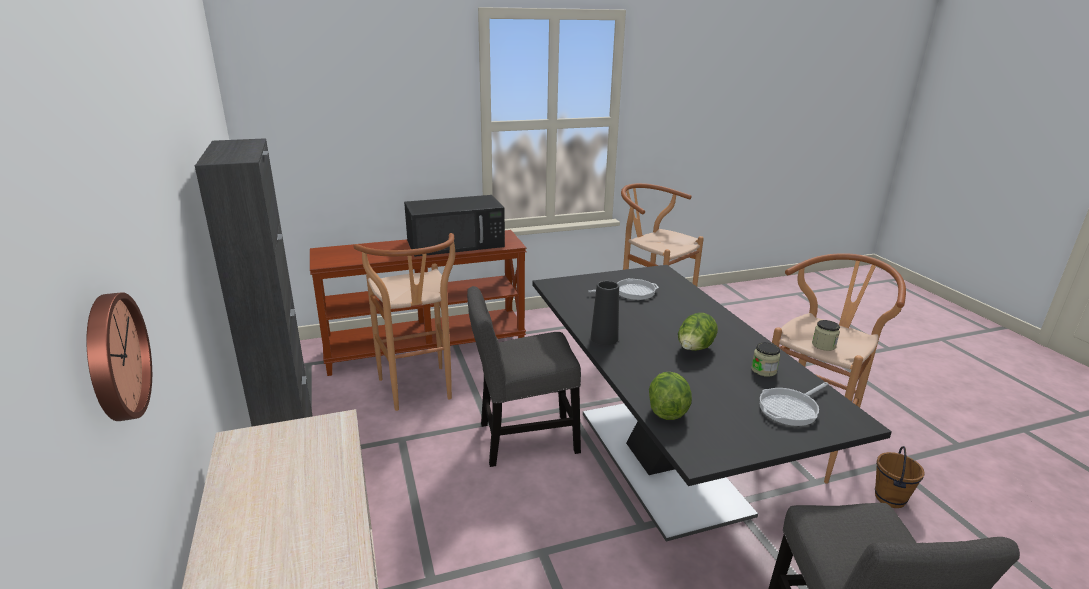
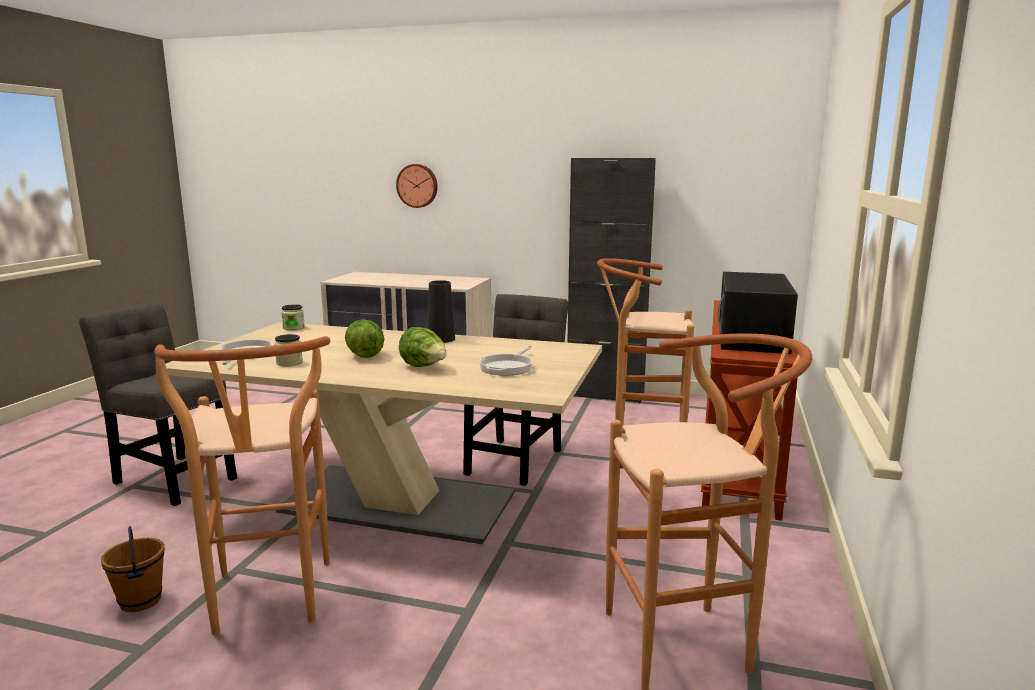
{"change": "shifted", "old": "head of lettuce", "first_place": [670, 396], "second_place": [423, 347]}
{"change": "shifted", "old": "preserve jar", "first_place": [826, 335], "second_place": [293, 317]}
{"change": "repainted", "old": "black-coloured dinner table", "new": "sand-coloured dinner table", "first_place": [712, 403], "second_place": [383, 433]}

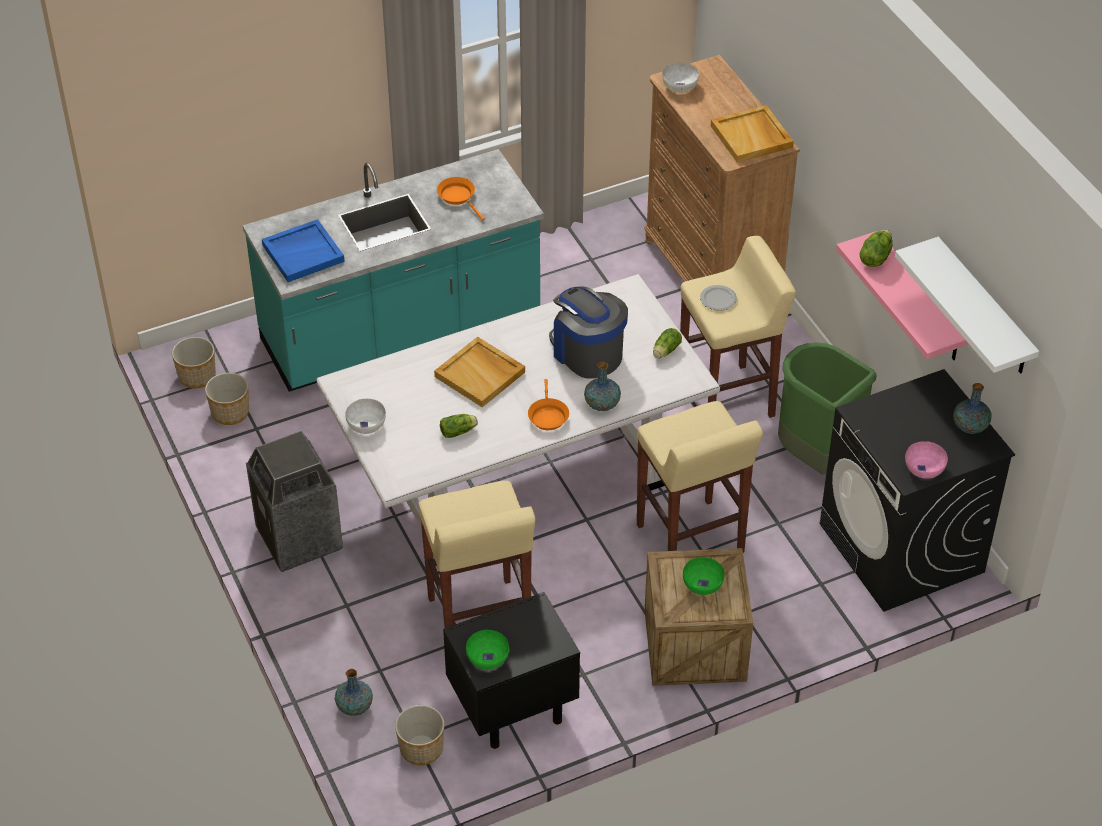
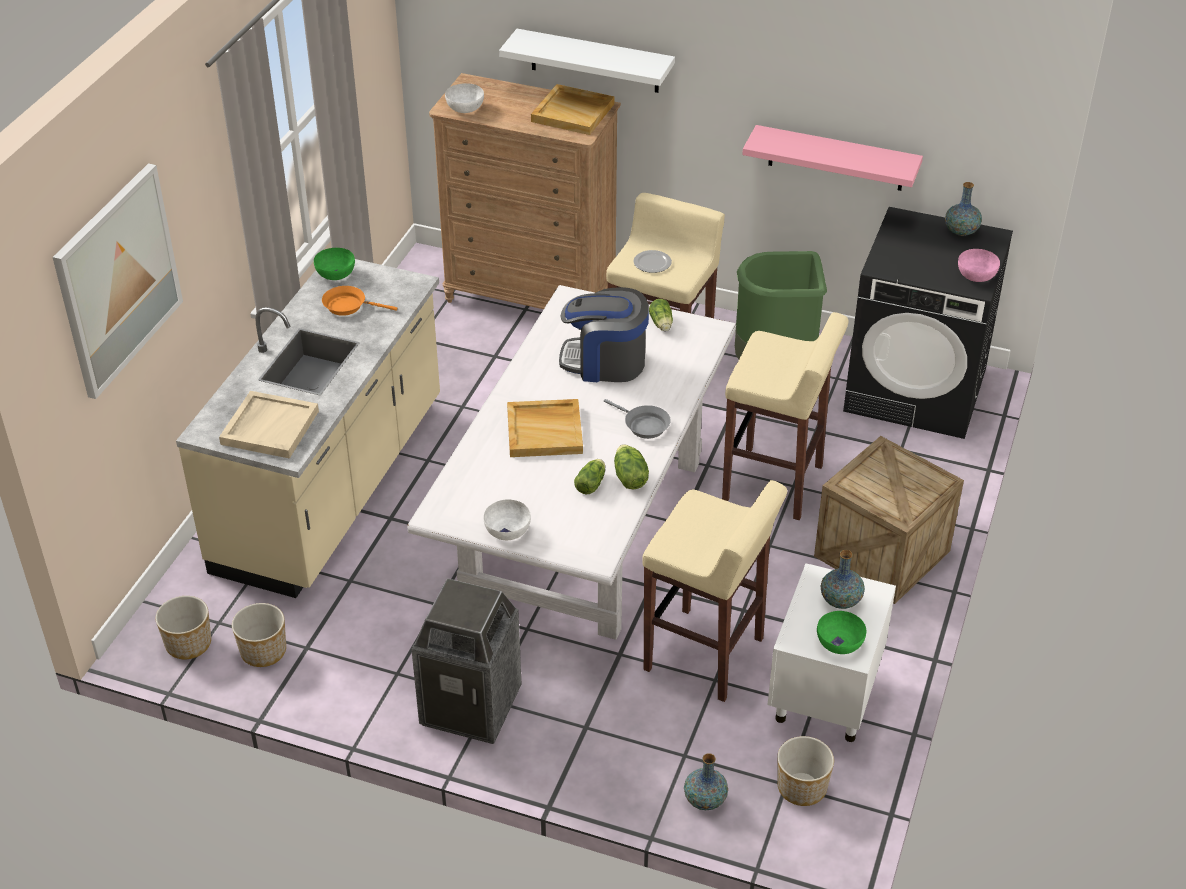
{"change": "new", "new": "wall art", "second_place": [118, 281]}
{"change": "shifted", "old": "decorative vase", "first_place": [602, 386], "second_place": [843, 579]}
{"change": "shifted", "old": "green serving bowl", "first_place": [703, 576], "second_place": [334, 264]}
{"change": "shifted", "old": "head of lettuce", "first_place": [876, 248], "second_place": [631, 467]}
{"change": "shifted", "old": "white shelf", "first_place": [967, 305], "second_place": [587, 61]}
{"change": "repainted", "old": "blue-green counter", "new": "sand-coloured counter", "first_place": [393, 270], "second_place": [308, 428]}
{"change": "repainted", "old": "blue-coloured serving tray", "new": "sand-coloured serving tray", "first_place": [303, 250], "second_place": [269, 425]}
{"change": "repainted", "old": "black-coloured bedside table", "new": "white bedside table", "first_place": [511, 670], "second_place": [832, 652]}
{"change": "repainted", "old": "orange frying pan", "new": "greyish frying pan", "first_place": [548, 404], "second_place": [637, 419]}

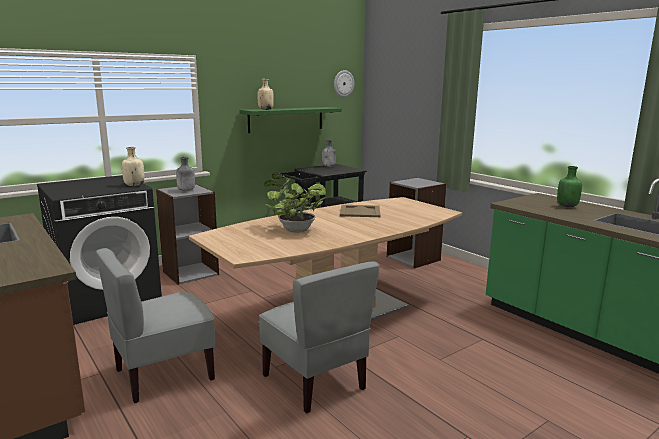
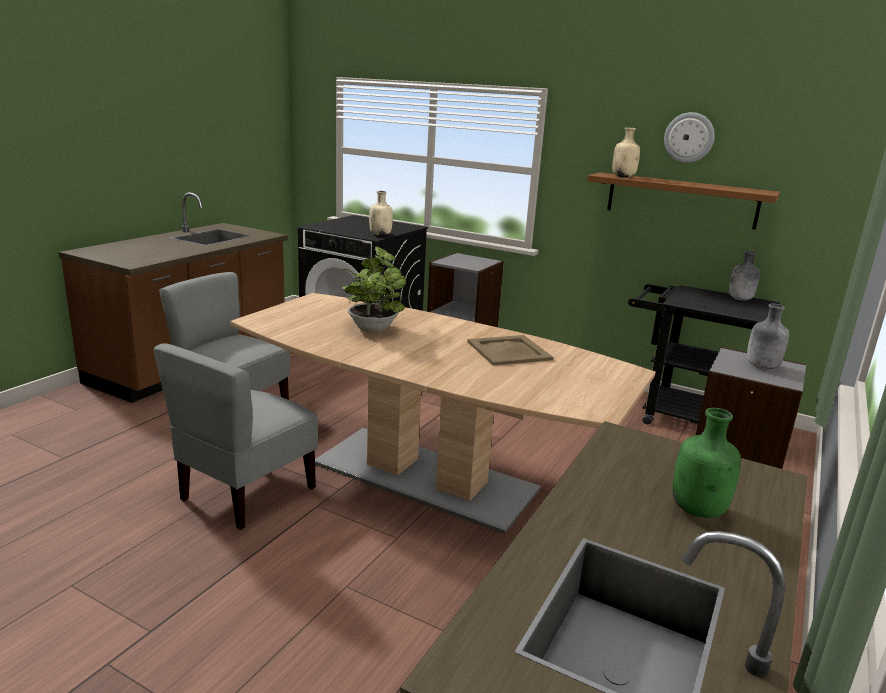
{"change": "shifted", "old": "greyish beverage bottle", "first_place": [185, 174], "second_place": [768, 336]}
{"change": "shifted", "old": "hanging clock", "first_place": [344, 83], "second_place": [689, 137]}
{"change": "repainted", "old": "green shelf", "new": "brown-coloured shelf", "first_place": [291, 120], "second_place": [683, 201]}

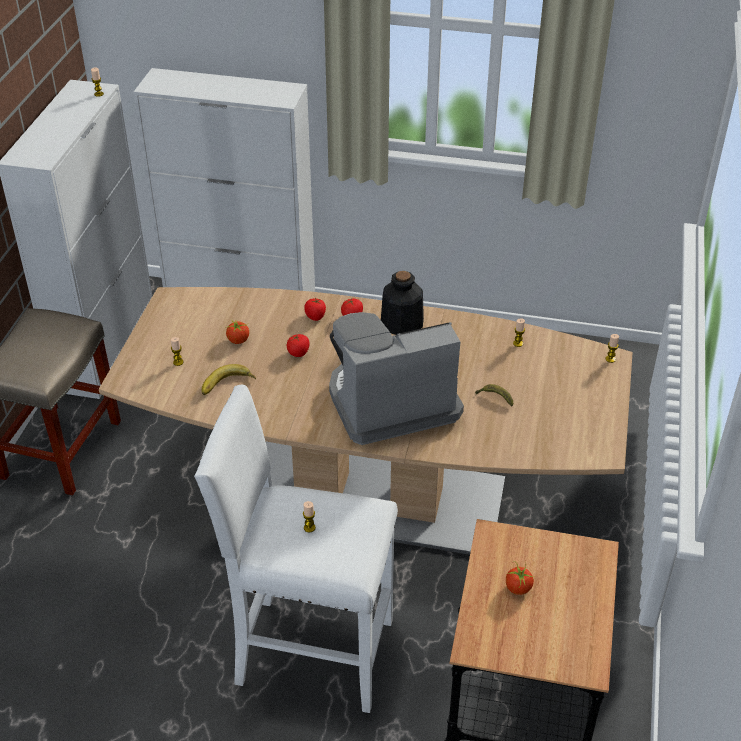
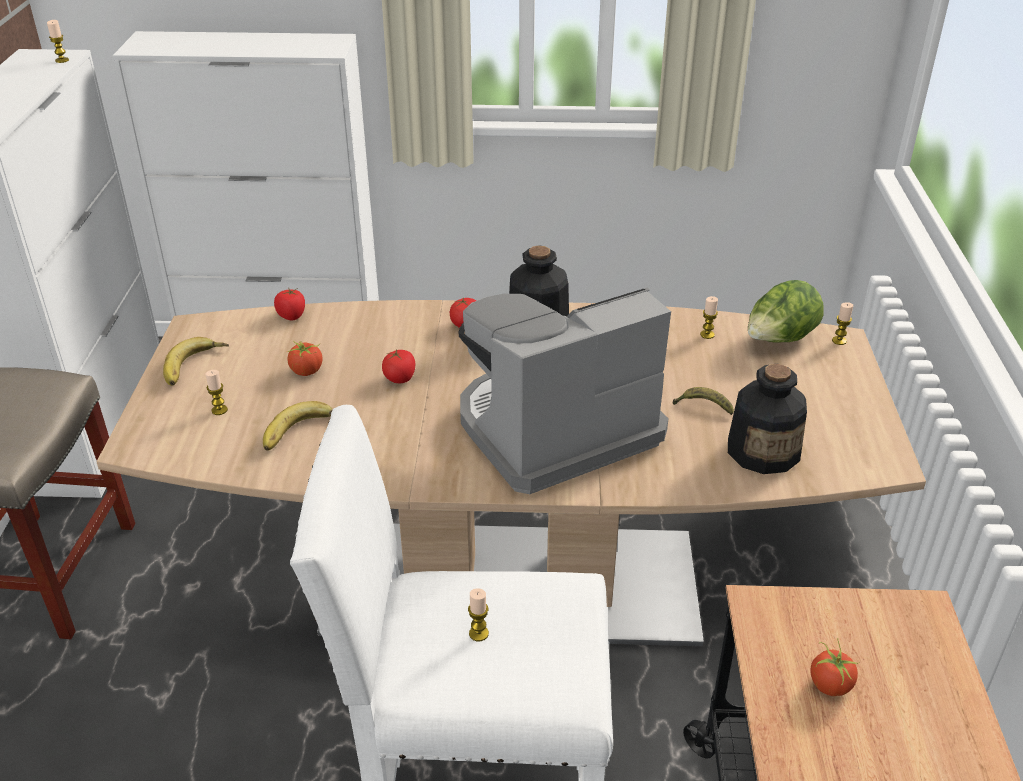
{"change": "new", "new": "banana", "second_place": [196, 361]}
{"change": "new", "new": "beverage bottle", "second_place": [767, 419]}
{"change": "new", "new": "head of lettuce", "second_place": [786, 311]}
{"change": "shifted", "old": "whole tomato", "first_place": [315, 309], "second_place": [289, 304]}

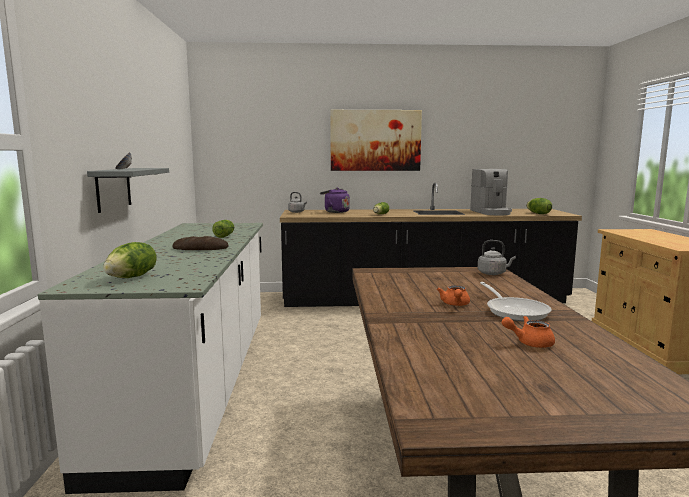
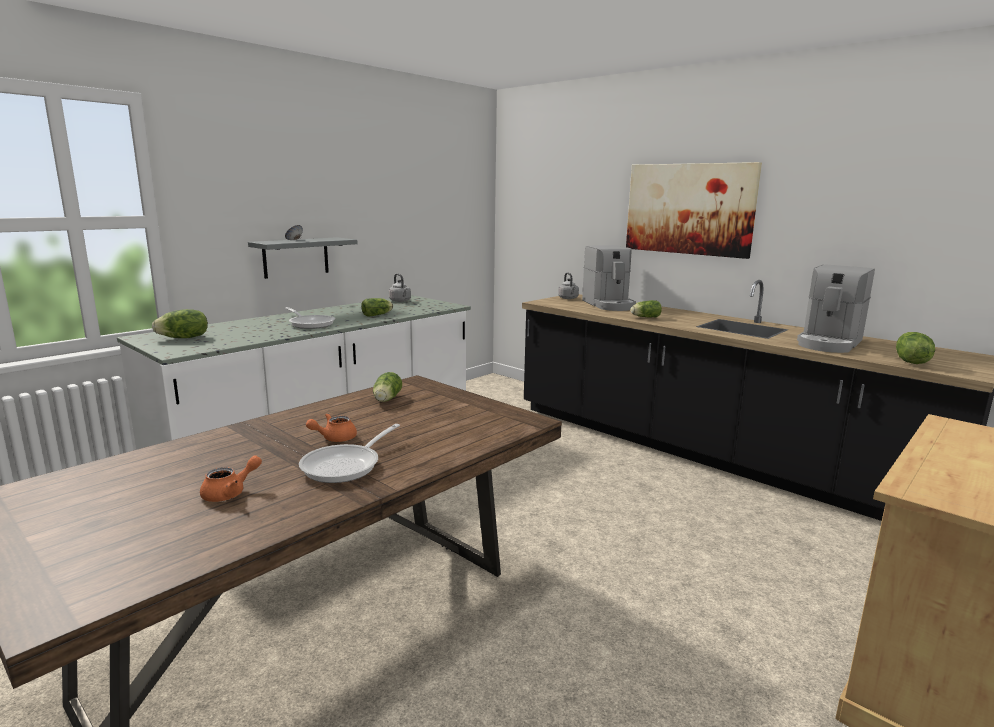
{"change": "new", "new": "head of lettuce", "second_place": [387, 387]}
{"change": "shifted", "old": "greyish kettle", "first_place": [497, 257], "second_place": [400, 287]}
{"change": "swapped", "old": "bread", "new": "frying pan", "first_place": [200, 243], "second_place": [310, 318]}
{"change": "swapped", "old": "purple-coloured kettle", "new": "coffee machine", "first_place": [335, 200], "second_place": [609, 278]}
{"change": "rotated", "old": "orange pot for tea", "first_place": [528, 332], "second_place": [231, 479], "degrees": 90}

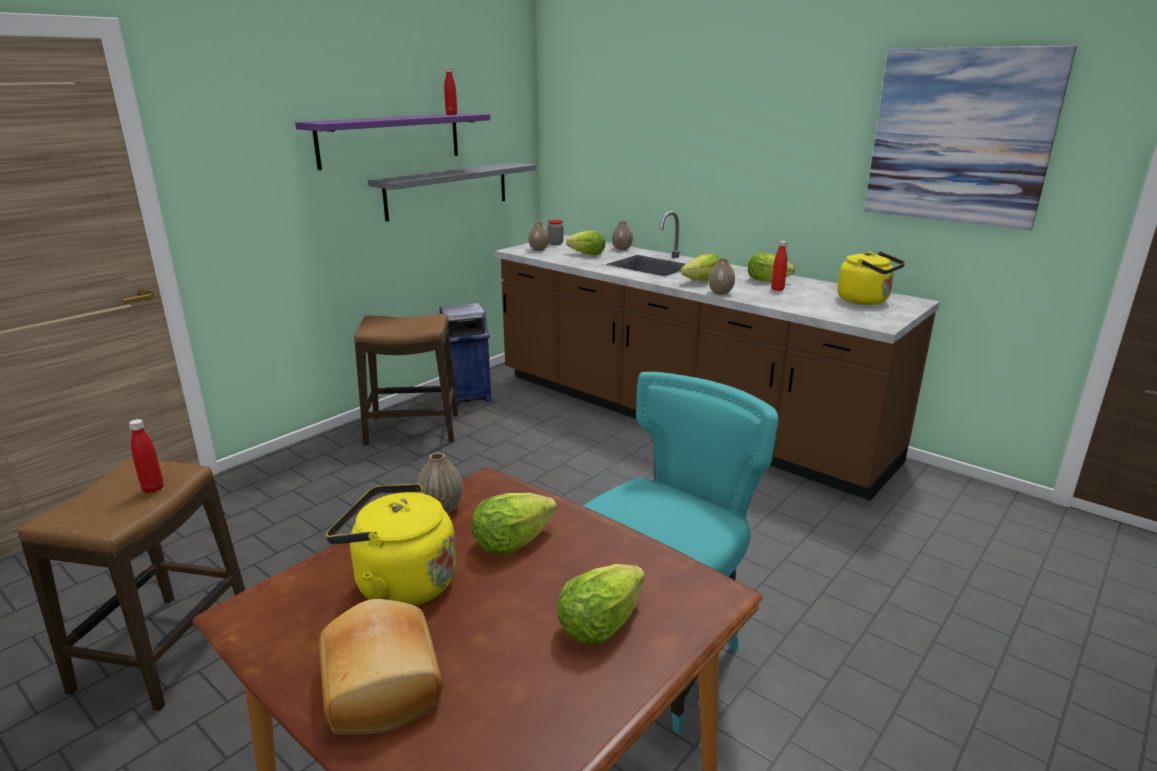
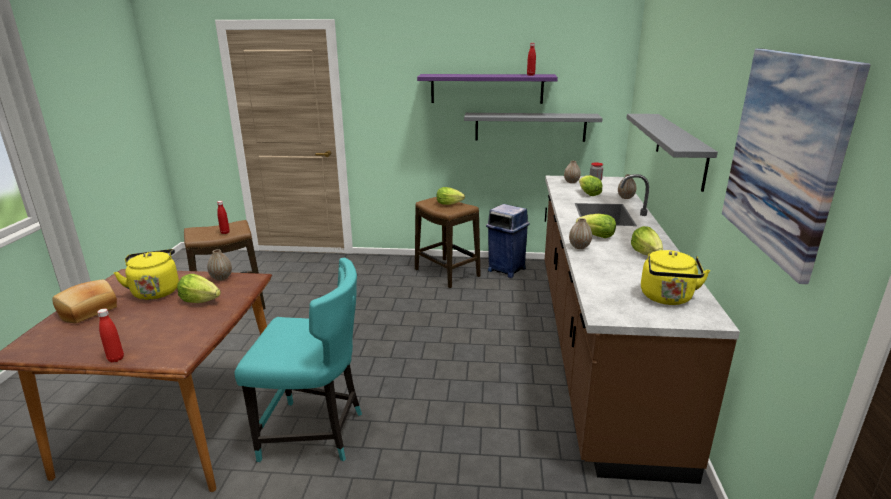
{"change": "new", "new": "greyish shelf", "second_place": [672, 153]}
{"change": "shifted", "old": "head of lettuce", "first_place": [601, 604], "second_place": [451, 196]}
{"change": "shifted", "old": "reddish beverage bottle", "first_place": [779, 266], "second_place": [110, 335]}

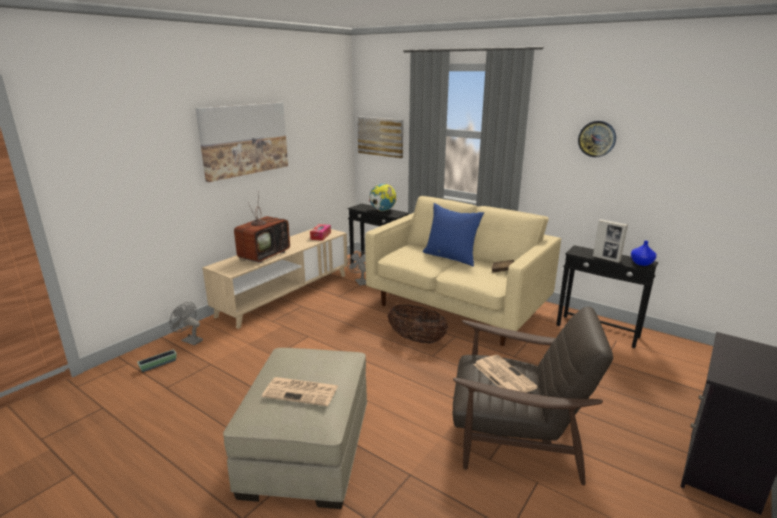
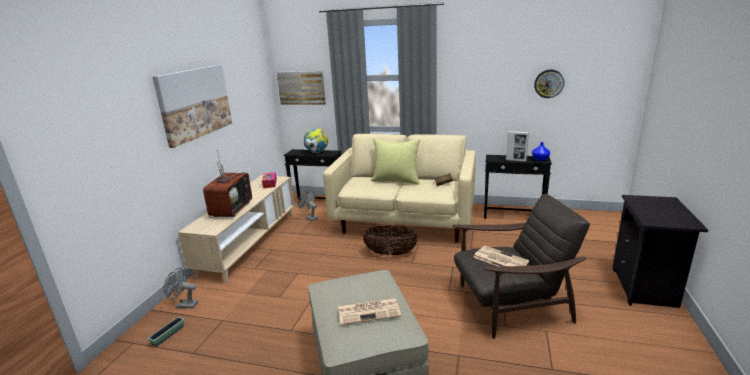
{"change": "shifted", "old": "hanging clock", "first_place": [597, 139], "second_place": [549, 84]}
{"change": "repainted", "old": "blue-coloured pillow", "new": "yellow pillow", "first_place": [453, 234], "second_place": [395, 161]}

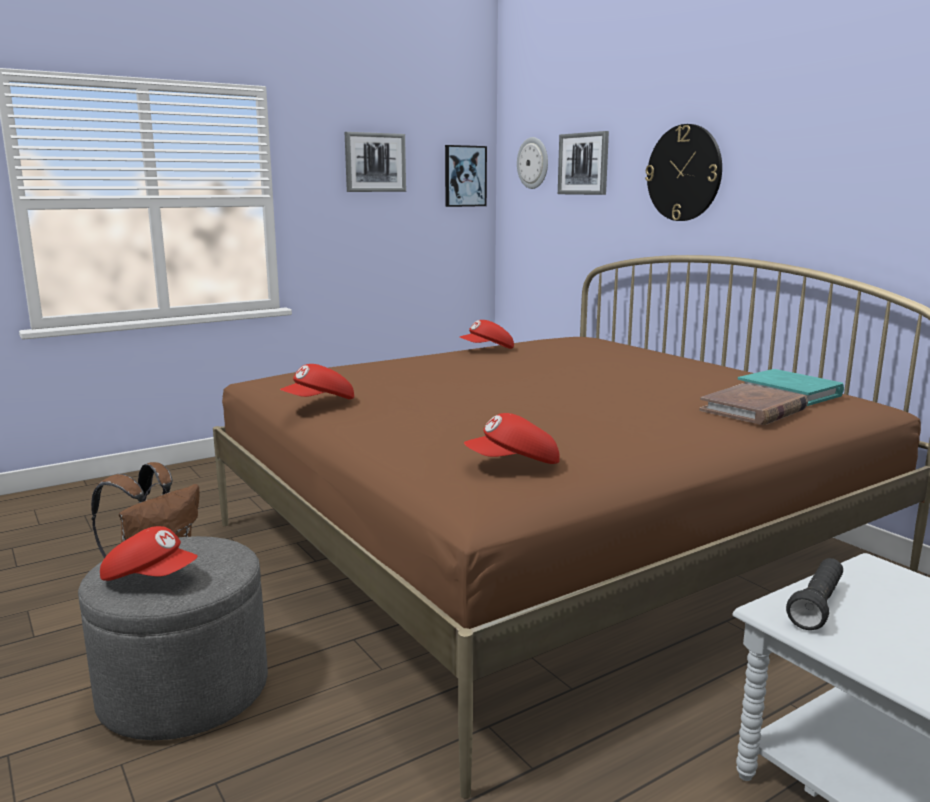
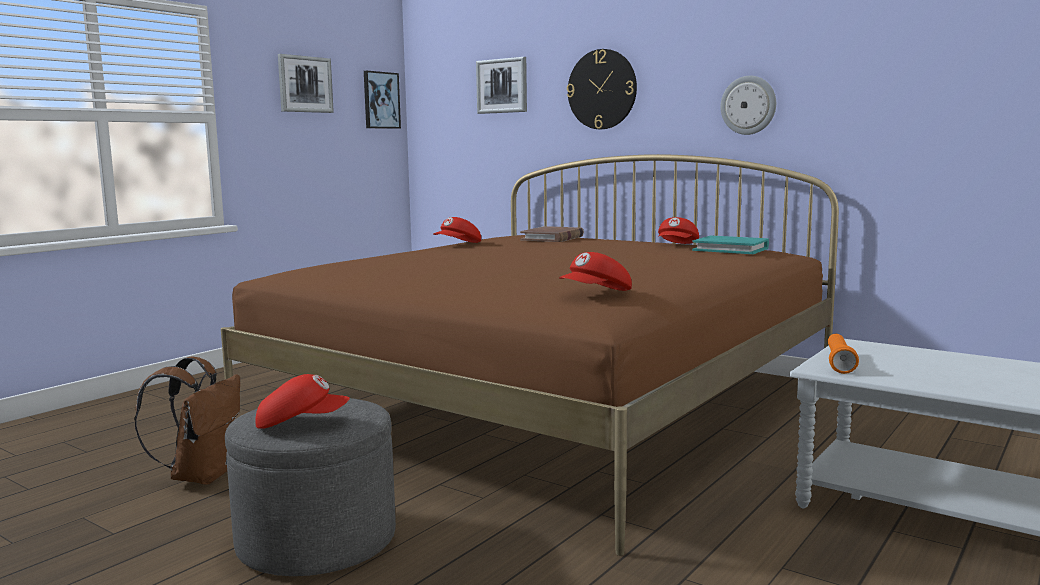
{"change": "shifted", "old": "reddish cap", "first_place": [317, 381], "second_place": [678, 230]}
{"change": "shifted", "old": "hanging clock", "first_place": [532, 163], "second_place": [748, 105]}
{"change": "shifted", "old": "brown-coloured bound book", "first_place": [753, 404], "second_place": [552, 234]}
{"change": "repainted", "old": "black-coloured torch", "new": "orange torch", "first_place": [814, 594], "second_place": [843, 354]}

